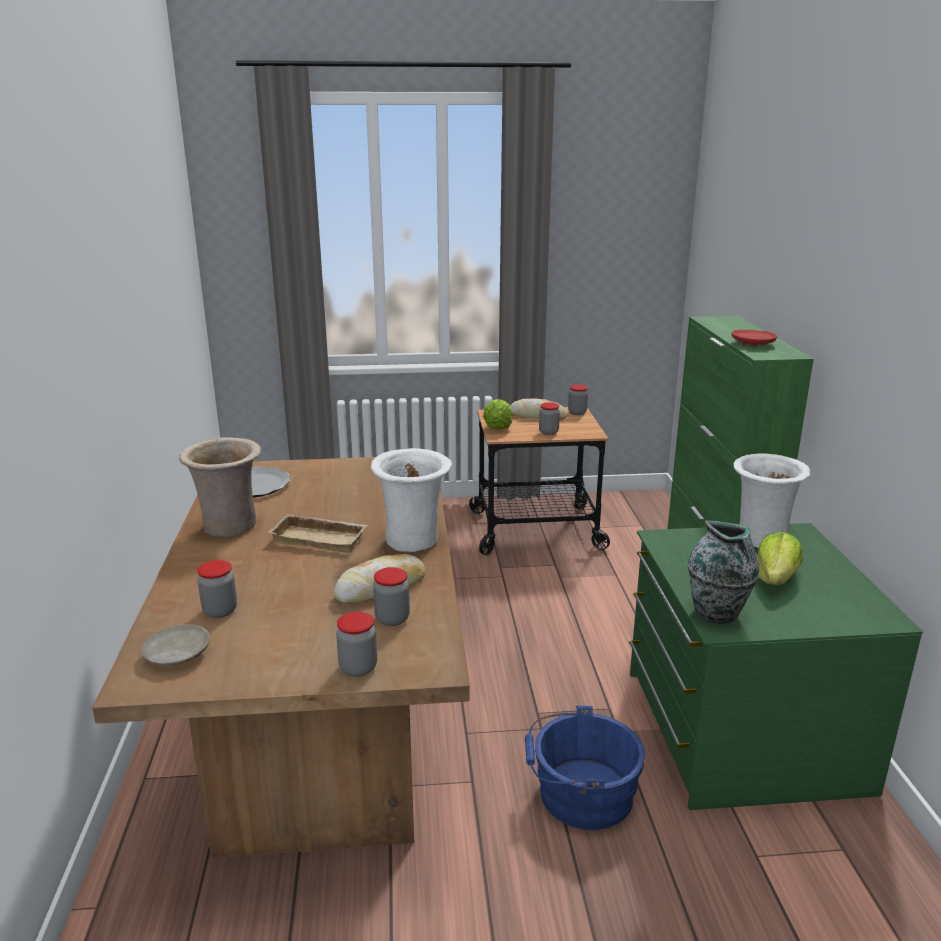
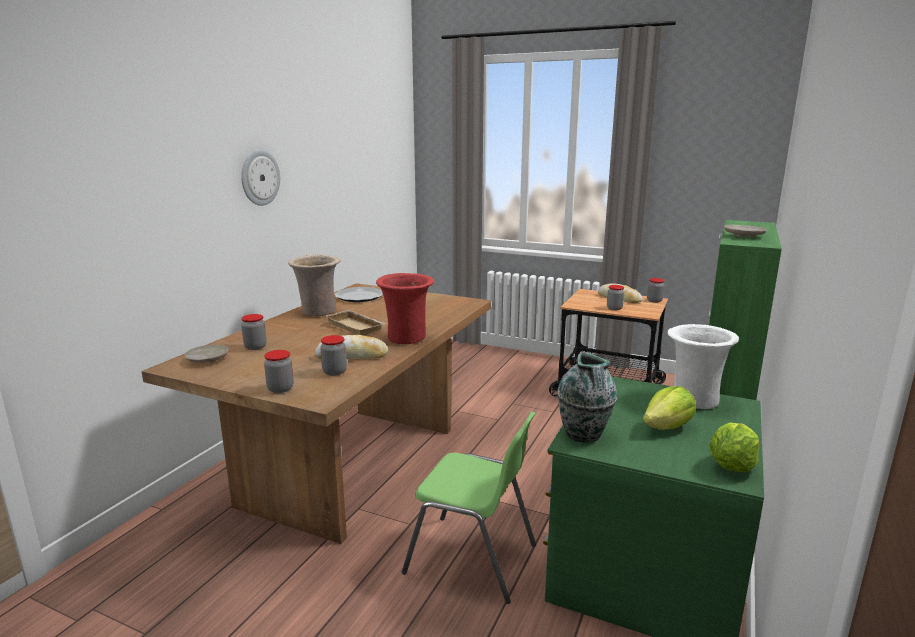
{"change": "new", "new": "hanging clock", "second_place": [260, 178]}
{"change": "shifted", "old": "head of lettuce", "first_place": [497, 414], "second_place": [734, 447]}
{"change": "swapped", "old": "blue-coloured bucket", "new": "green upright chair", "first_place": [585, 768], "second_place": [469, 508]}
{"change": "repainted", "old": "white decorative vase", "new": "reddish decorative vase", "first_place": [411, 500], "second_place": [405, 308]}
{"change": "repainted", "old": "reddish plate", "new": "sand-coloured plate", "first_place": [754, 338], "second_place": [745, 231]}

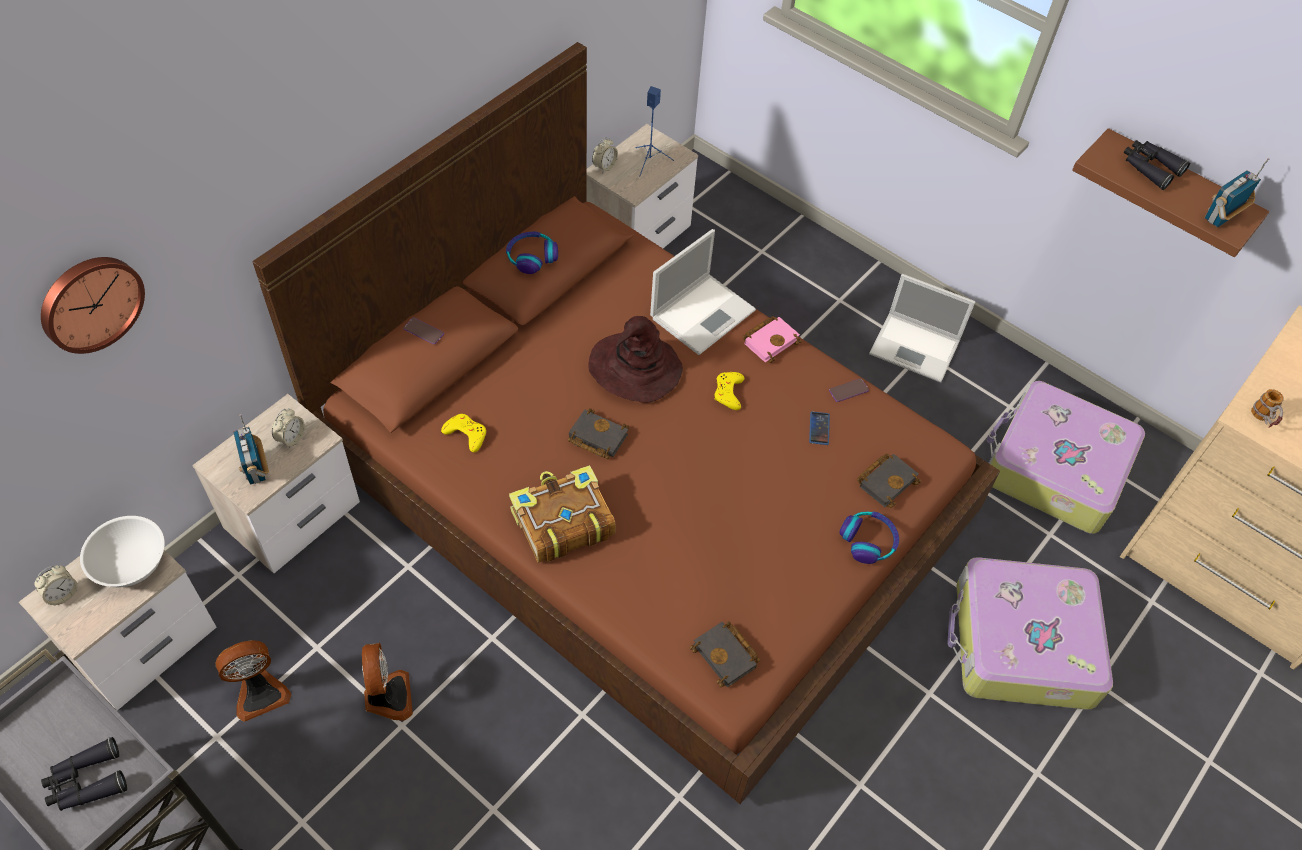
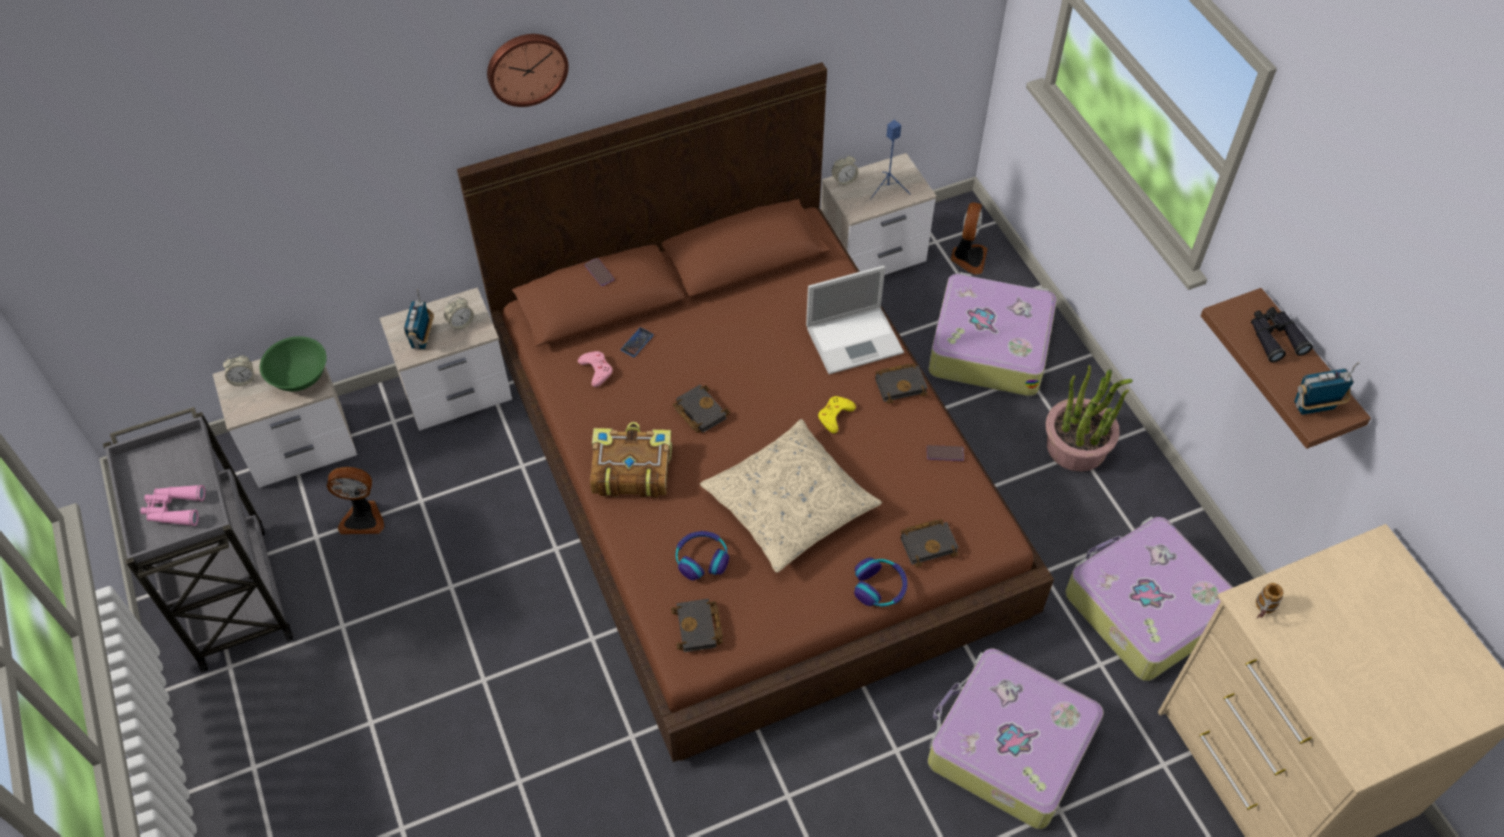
{"change": "gone", "old": "brown-coloured wearable hat", "first_place": [636, 359]}
{"change": "new", "new": "sand-coloured pillow", "second_place": [791, 496]}
{"change": "new", "new": "piece of luggage", "second_place": [993, 334]}
{"change": "shifted", "old": "hanging clock", "first_place": [93, 305], "second_place": [528, 70]}
{"change": "shifted", "old": "electric fan", "first_place": [387, 682], "second_place": [969, 238]}
{"change": "shifted", "old": "headphones", "first_place": [532, 252], "second_place": [702, 555]}
{"change": "shifted", "old": "telephone", "first_place": [819, 428], "second_place": [637, 342]}
{"change": "swapped", "old": "notebook computer", "new": "houseplant", "first_place": [922, 328], "second_place": [1089, 418]}
{"change": "repainted", "old": "black-coloured binoculars", "new": "pink-coloured binoculars", "first_place": [84, 774], "second_place": [172, 505]}
{"change": "repainted", "old": "white serving bowl", "new": "green serving bowl", "first_place": [122, 551], "second_place": [293, 363]}
{"change": "repainted", "old": "yellow gamepad", "new": "pink-coloured gamepad", "first_place": [463, 433], "second_place": [595, 369]}
{"change": "repainted", "old": "pink-coloured bound book", "new": "black-coloured bound book", "first_place": [772, 339], "second_place": [901, 383]}

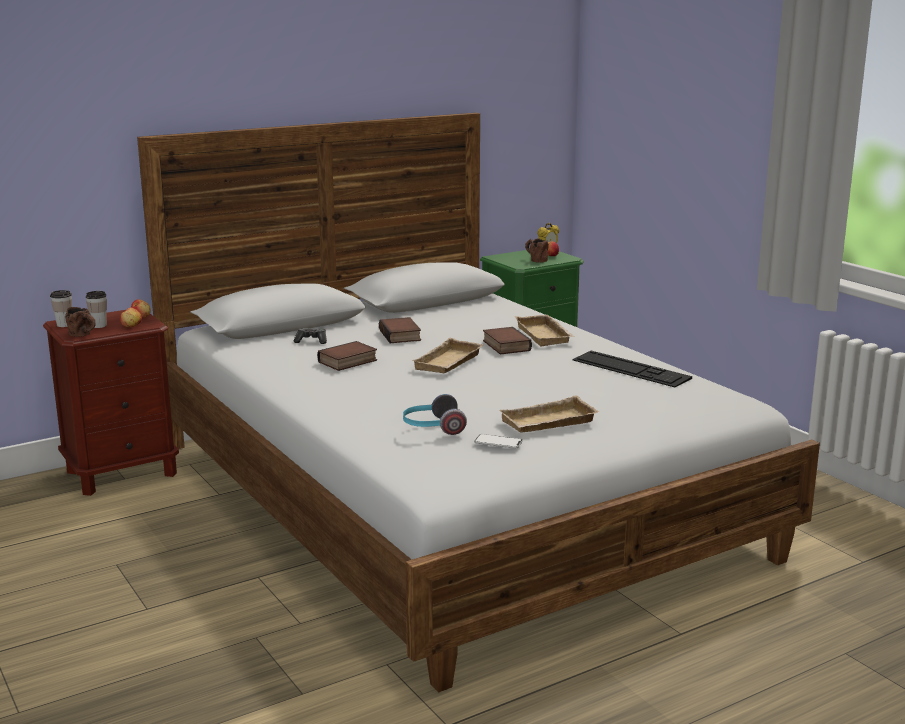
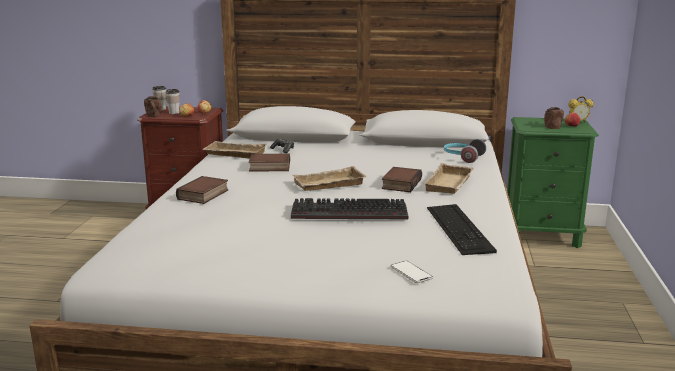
{"change": "new", "new": "keyboard", "second_place": [349, 209]}
{"change": "shifted", "old": "bound book", "first_place": [400, 330], "second_place": [202, 190]}
{"change": "shifted", "old": "headphones", "first_place": [435, 414], "second_place": [465, 151]}
{"change": "shifted", "old": "telephone", "first_place": [498, 441], "second_place": [411, 272]}
{"change": "shifted", "old": "sand-coloured serving tray", "first_place": [549, 414], "second_place": [234, 150]}

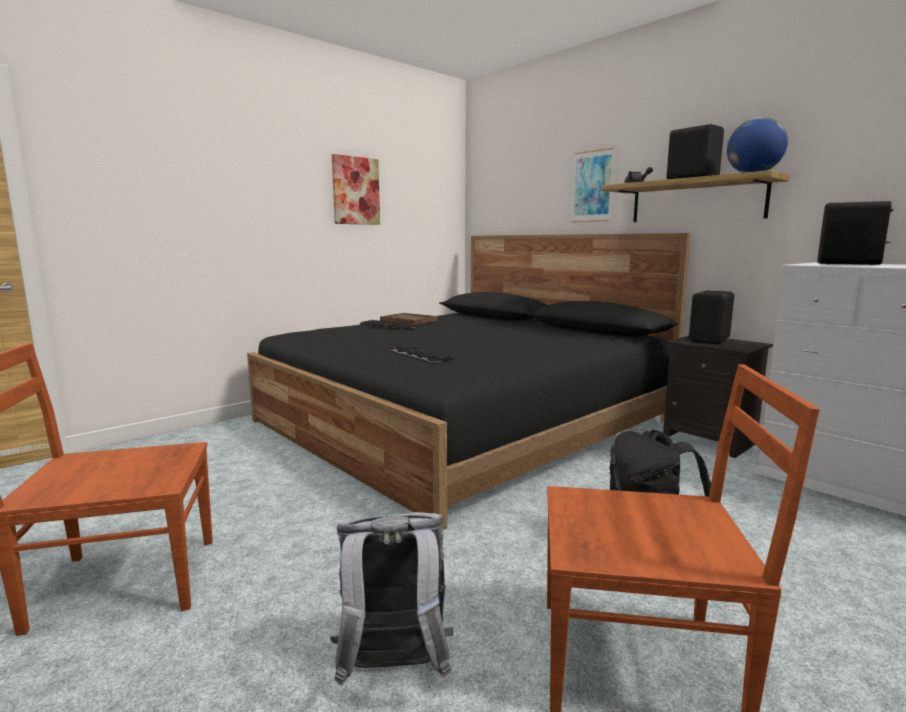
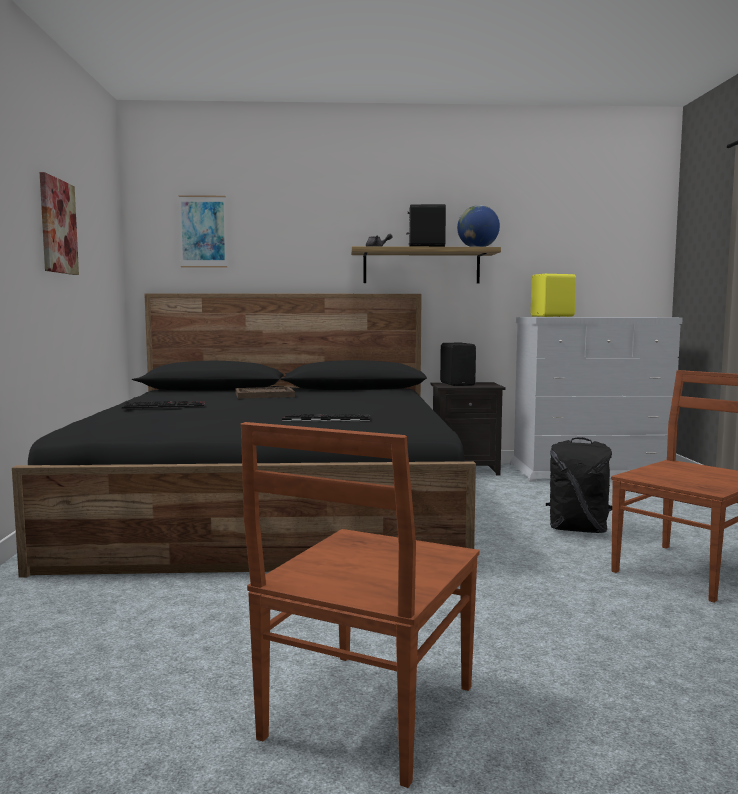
{"change": "gone", "old": "greyish backpack", "first_place": [391, 599]}
{"change": "shifted", "old": "brown-coloured serving tray", "first_place": [409, 319], "second_place": [265, 393]}
{"change": "shifted", "old": "wall art", "first_place": [593, 185], "second_place": [203, 231]}
{"change": "repainted", "old": "black-coloured speaker", "new": "yellow speaker", "first_place": [855, 233], "second_place": [553, 295]}

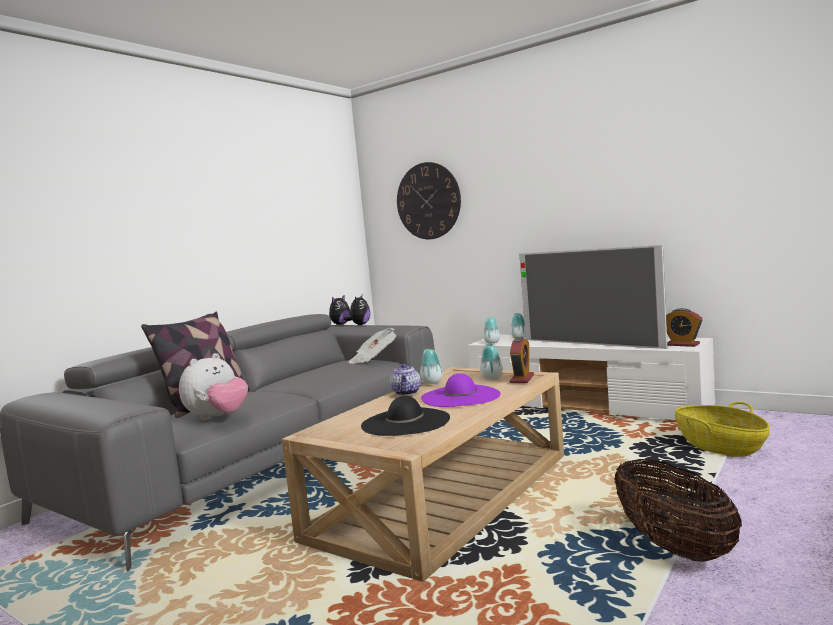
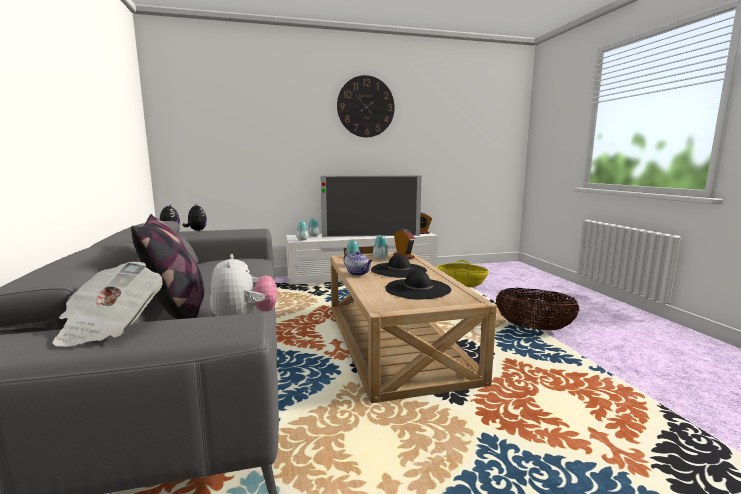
{"change": "shifted", "old": "printed paper", "first_place": [372, 346], "second_place": [108, 304]}
{"change": "shifted", "old": "hanging clock", "first_place": [429, 200], "second_place": [366, 106]}
{"change": "repainted", "old": "purple-coloured wearable hat", "new": "black-coloured wearable hat", "first_place": [461, 390], "second_place": [399, 266]}

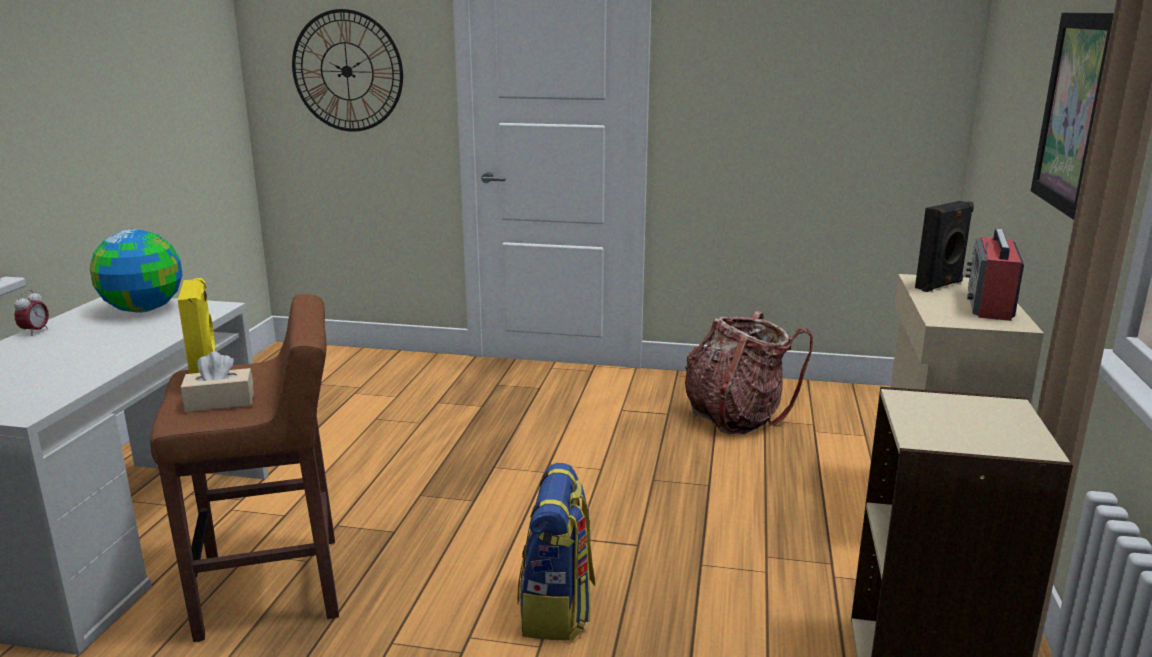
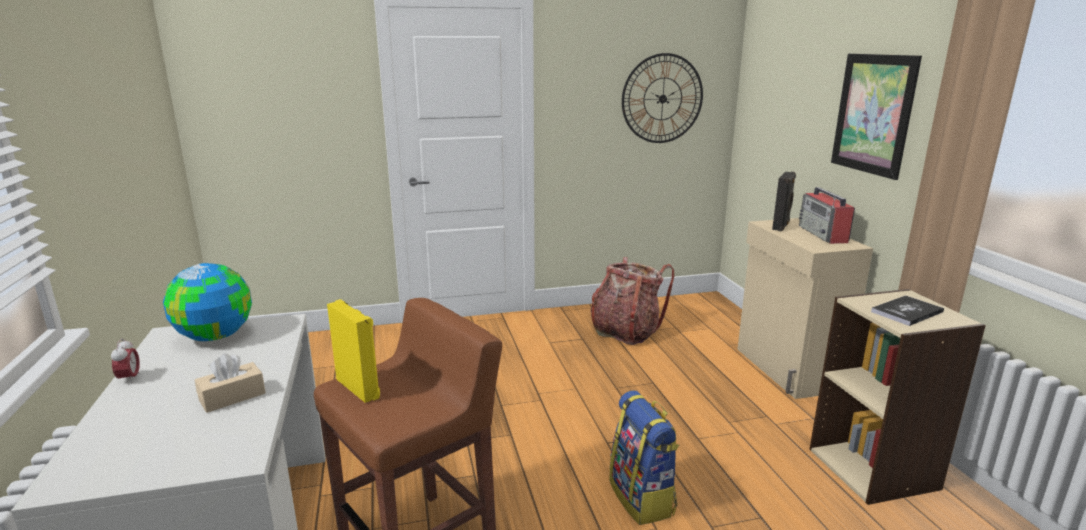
{"change": "new", "new": "bound book", "second_place": [907, 310]}
{"change": "shifted", "old": "sand-coloured box of tissues", "first_place": [217, 381], "second_place": [230, 383]}
{"change": "shifted", "old": "hanging clock", "first_place": [347, 70], "second_place": [662, 98]}

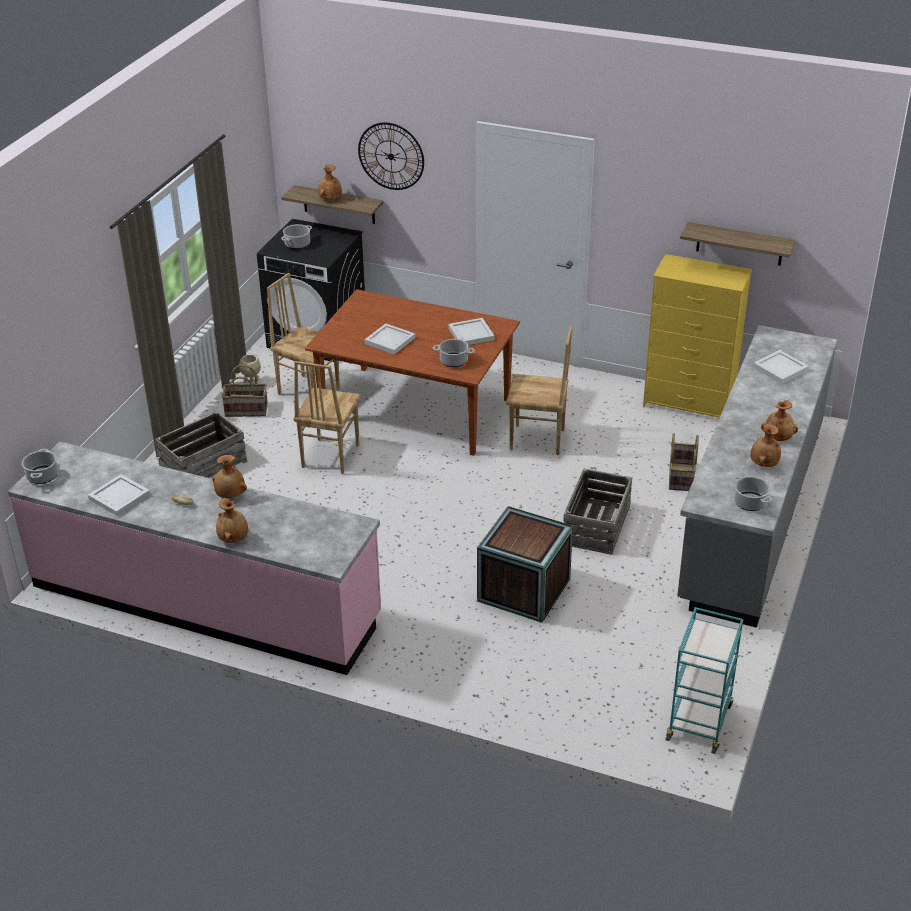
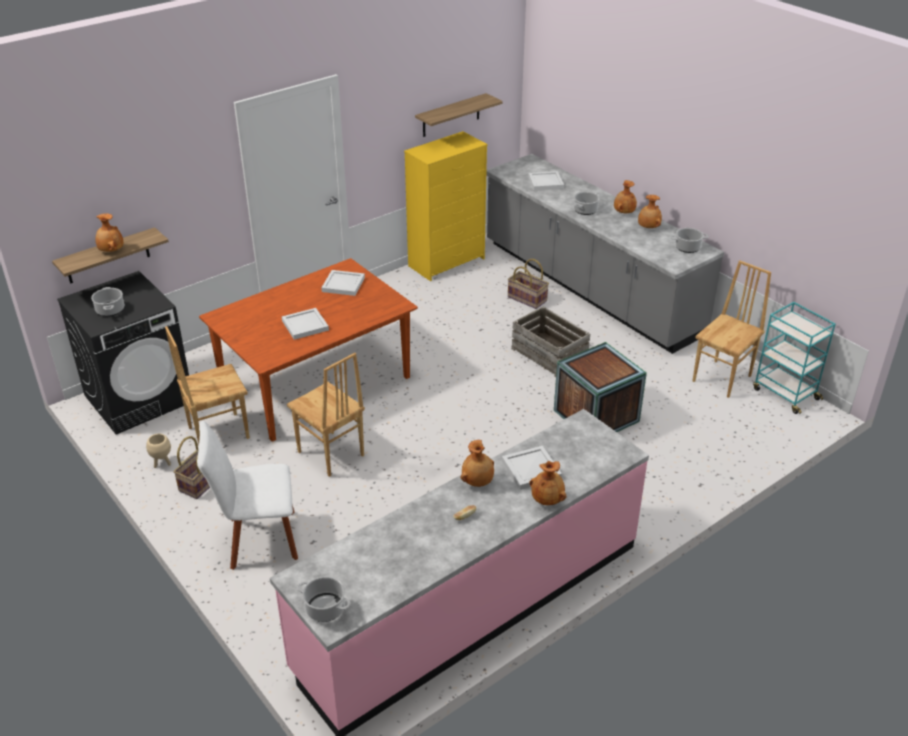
{"change": "gone", "old": "hanging clock", "first_place": [391, 156]}
{"change": "shifted", "old": "white serving tray", "first_place": [119, 495], "second_place": [532, 468]}
{"change": "shifted", "old": "saucepot", "first_place": [454, 353], "second_place": [587, 203]}
{"change": "shifted", "old": "brown-coloured upright chair", "first_place": [539, 390], "second_place": [732, 329]}
{"change": "swapped", "old": "shipping crate", "new": "white upright chair", "first_place": [201, 444], "second_place": [247, 495]}

